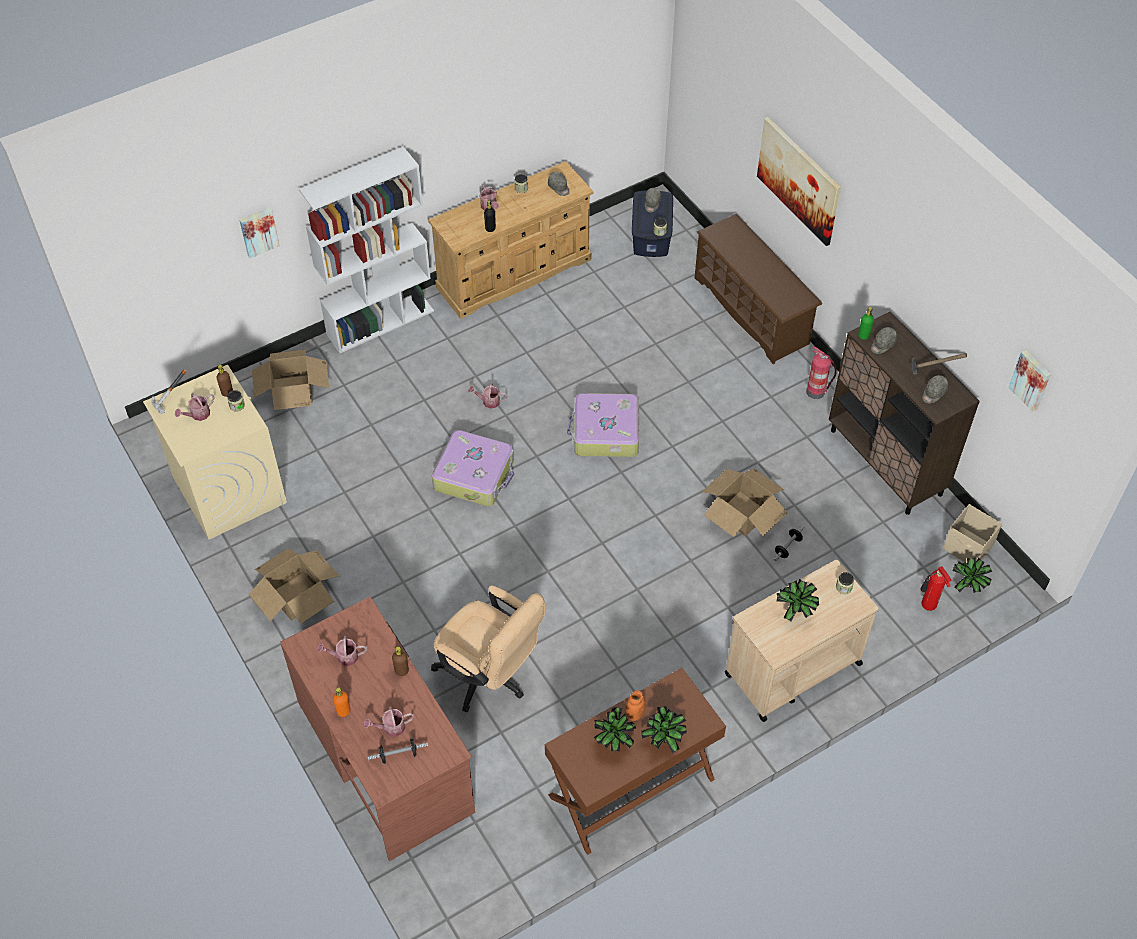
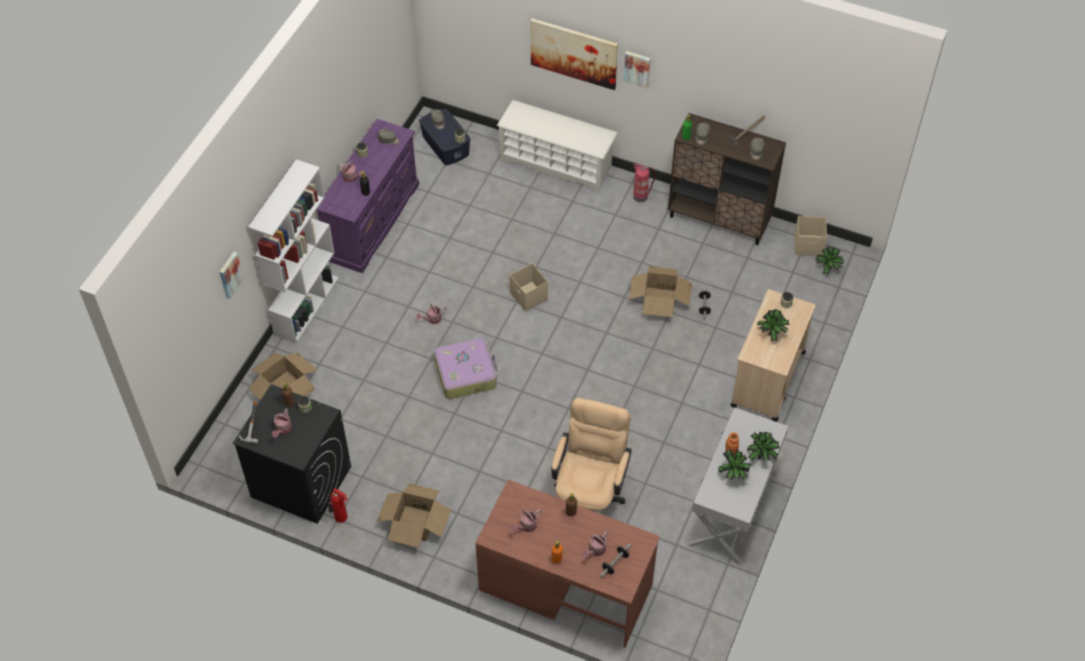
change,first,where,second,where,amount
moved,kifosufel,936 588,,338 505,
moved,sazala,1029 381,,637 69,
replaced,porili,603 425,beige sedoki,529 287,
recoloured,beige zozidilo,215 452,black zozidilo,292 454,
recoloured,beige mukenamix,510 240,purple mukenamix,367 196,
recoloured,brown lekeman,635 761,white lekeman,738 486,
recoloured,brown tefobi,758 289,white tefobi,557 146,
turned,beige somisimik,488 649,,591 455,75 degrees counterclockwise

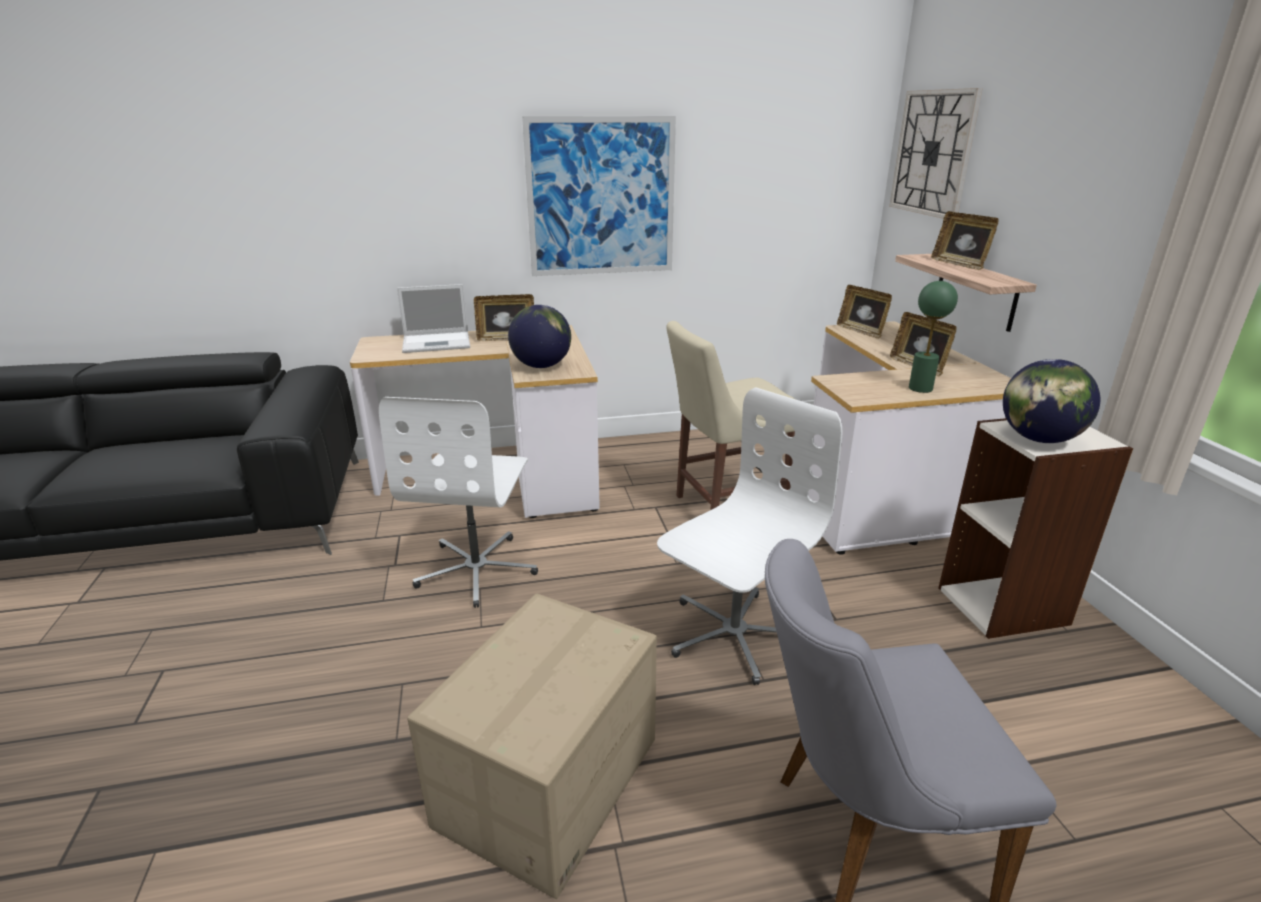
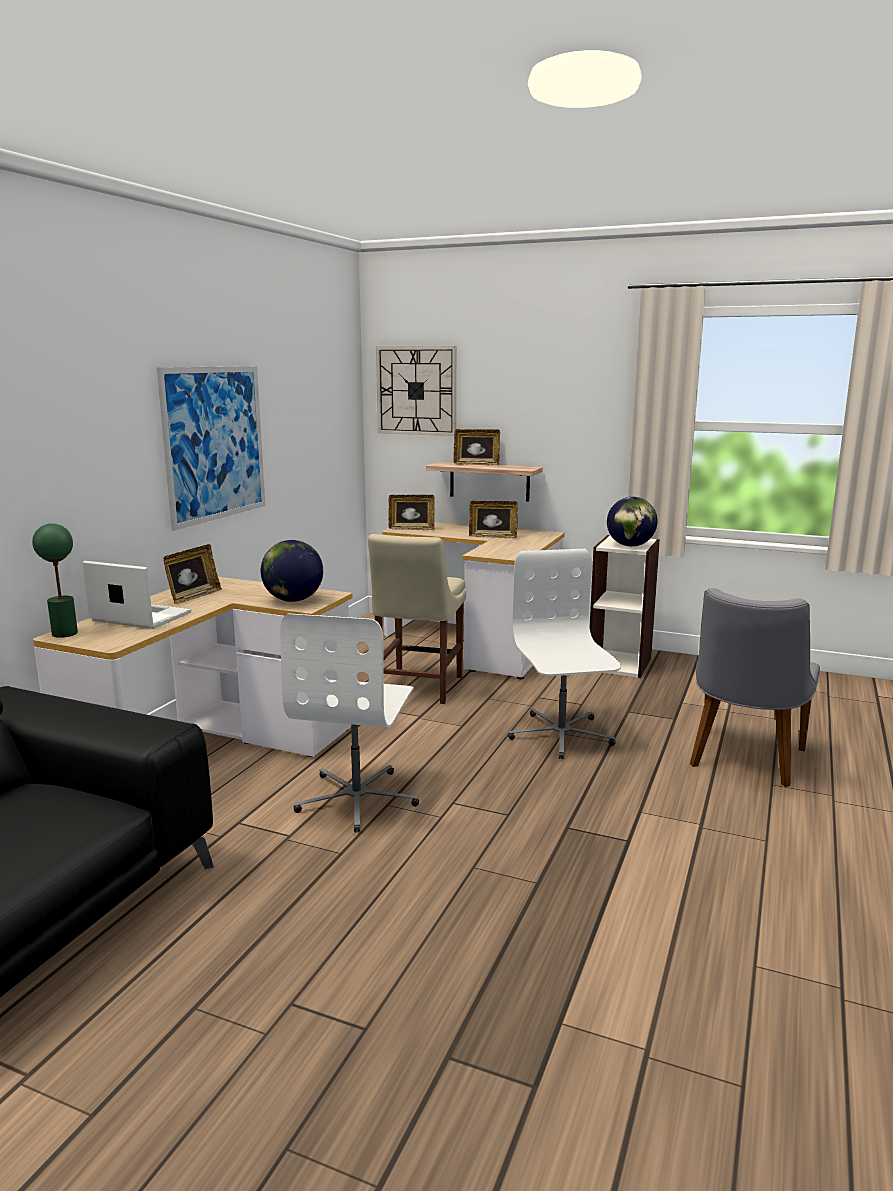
change,first,where,second,where,amount
removed,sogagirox,532 746,,,
moved,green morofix,933 337,,55 581,
turned,white somisimik,458 502,,349 723,60 degrees clockwise
turned,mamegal,433 318,,136 595,90 degrees counterclockwise

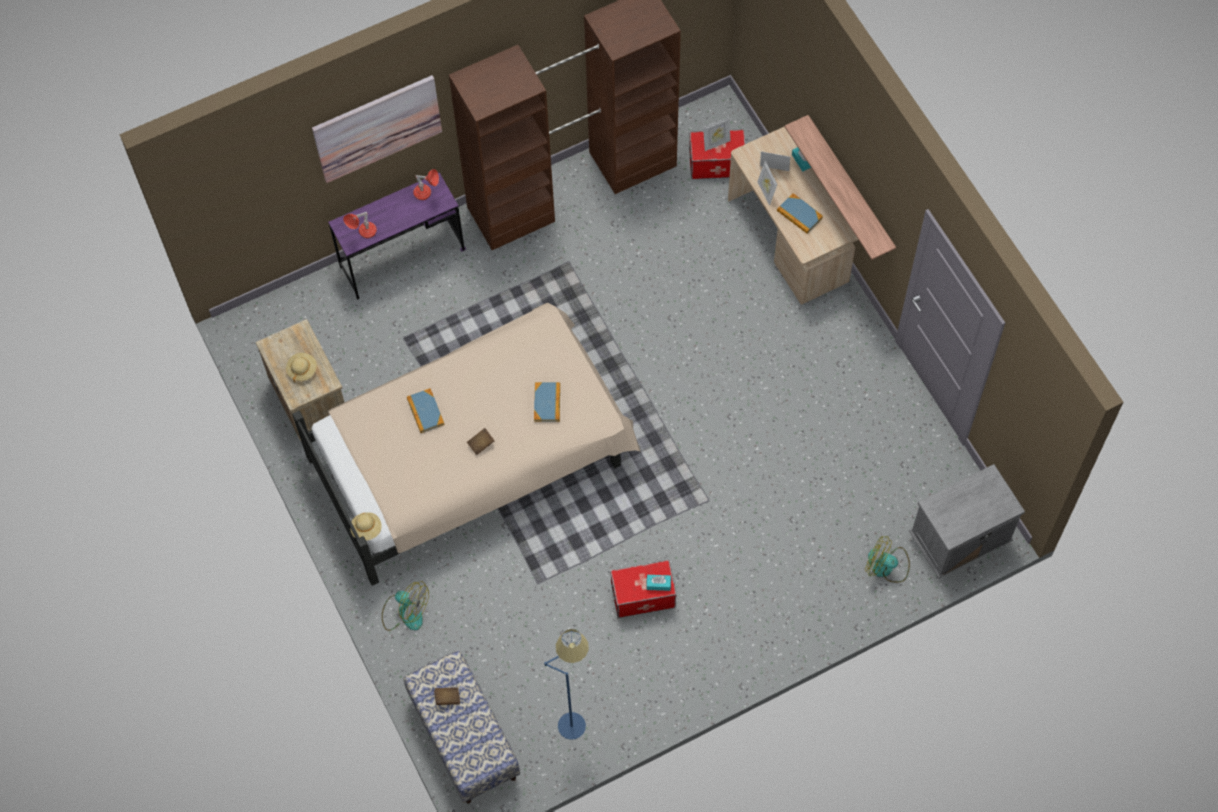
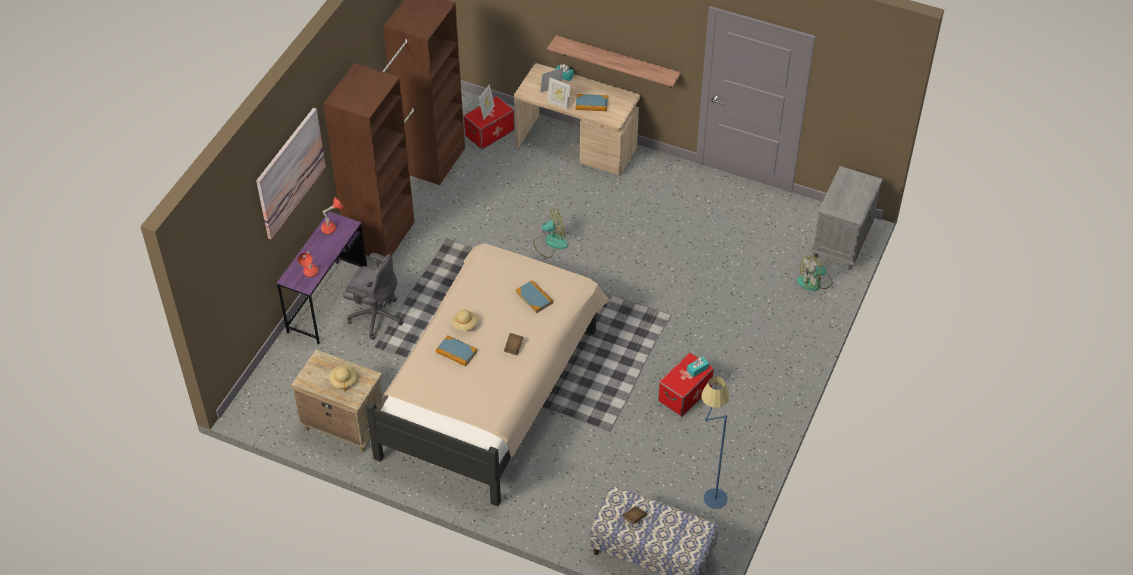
change,first,where,second,where,amount
added,,,grey somisimik,373 296,
moved,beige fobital,366 526,,465 320,
moved,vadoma,405 606,,550 232,

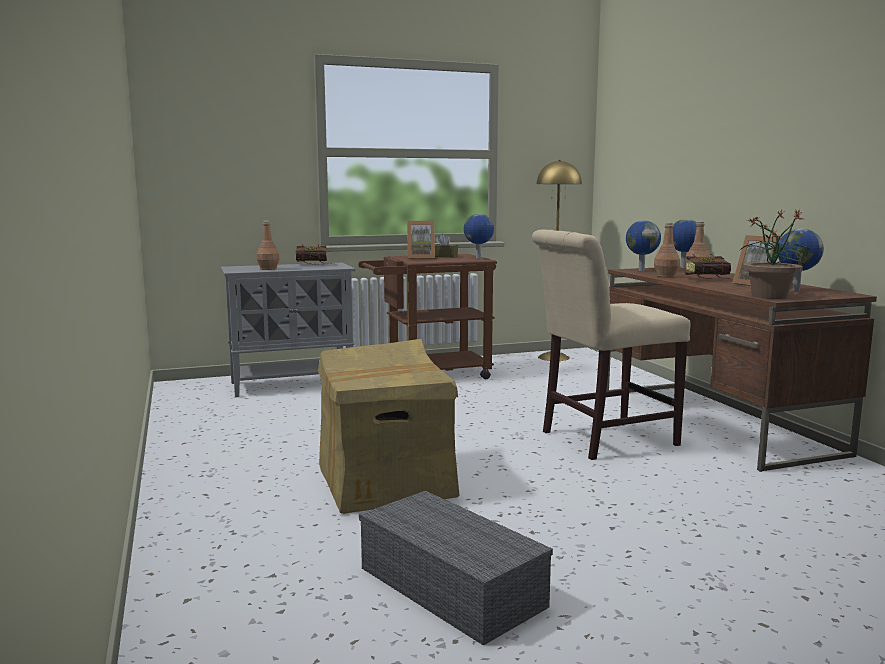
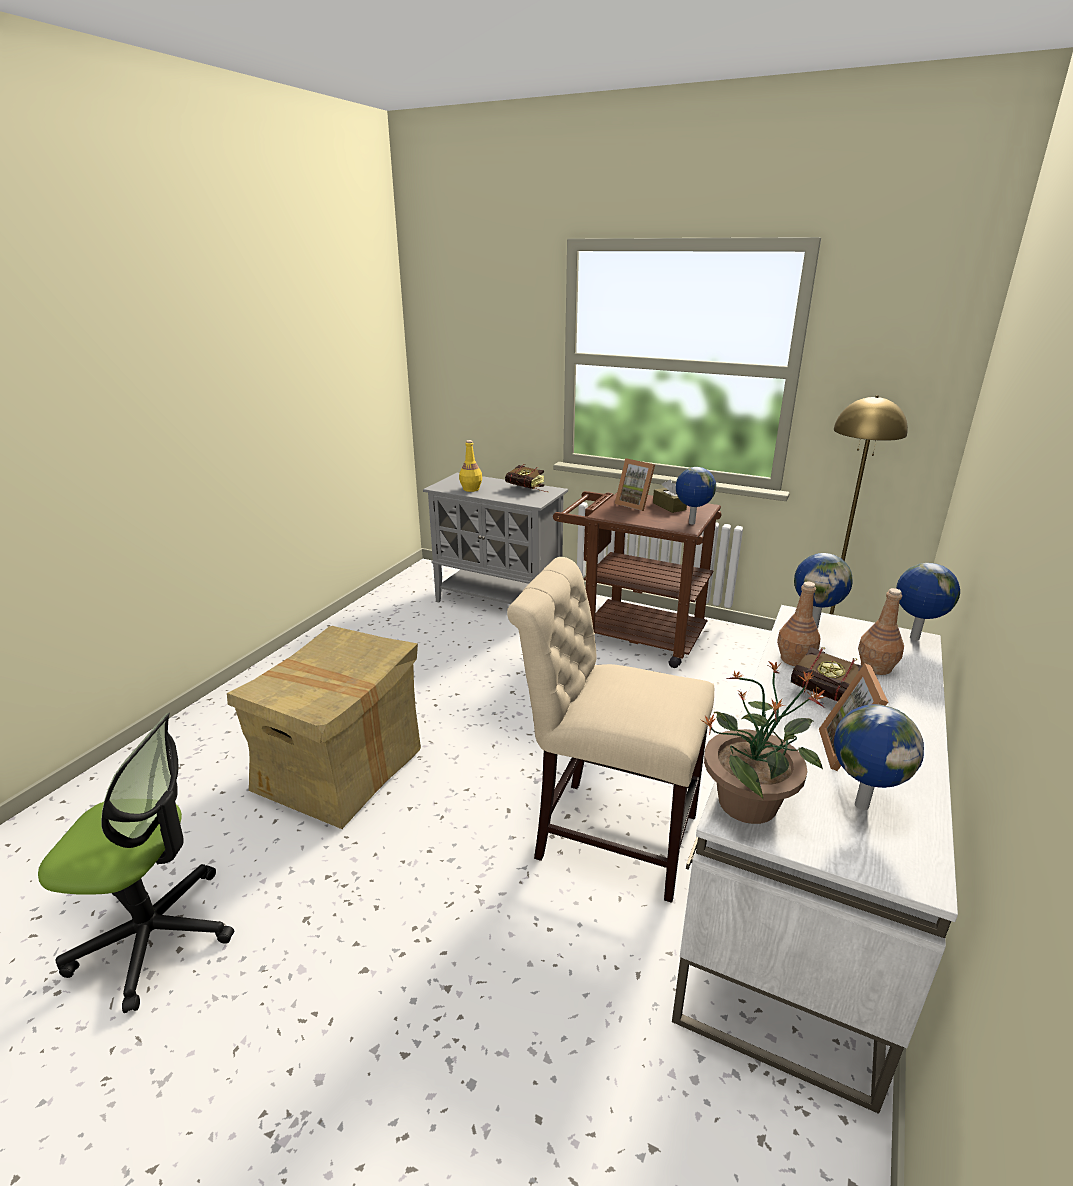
change,first,where,second,where,amount
replaced,grey sedoki,456 568,somisimik,136 863,
recoloured,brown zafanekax,268 245,yellow zafanekax,470 466,
recoloured,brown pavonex,741 369,white pavonex,815 859,

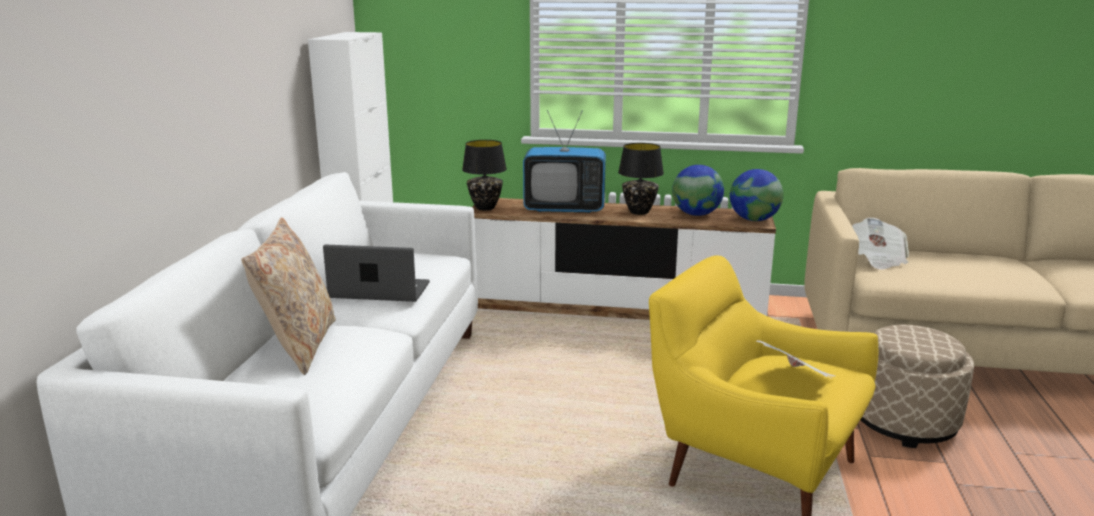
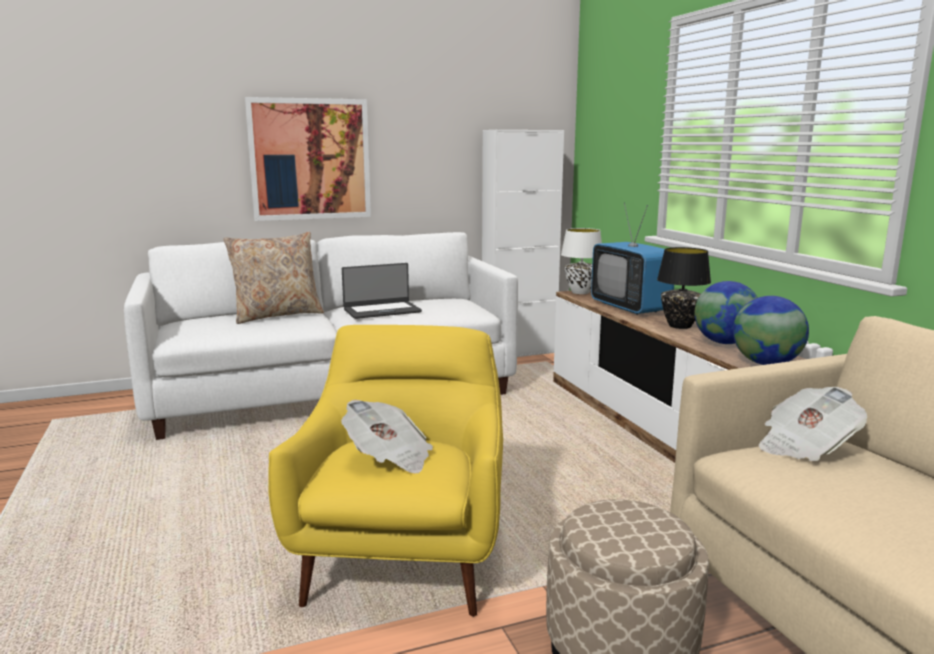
change,first,where,second,where,amount
added,,,sazala,308 159,
recoloured,black morofix,484 175,white morofix,581 261,
turned,mamegal,376 273,,382 291,90 degrees clockwise

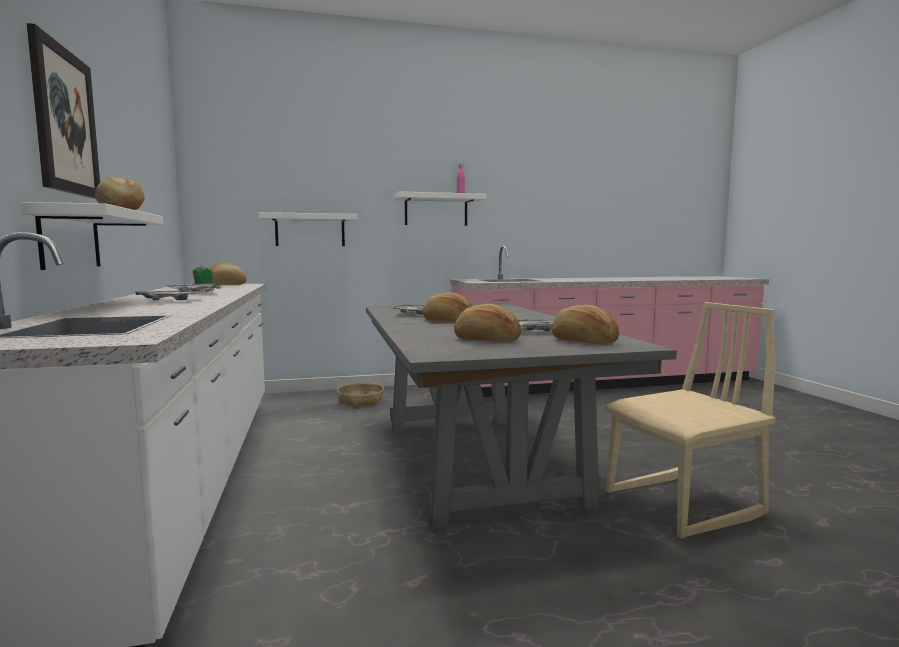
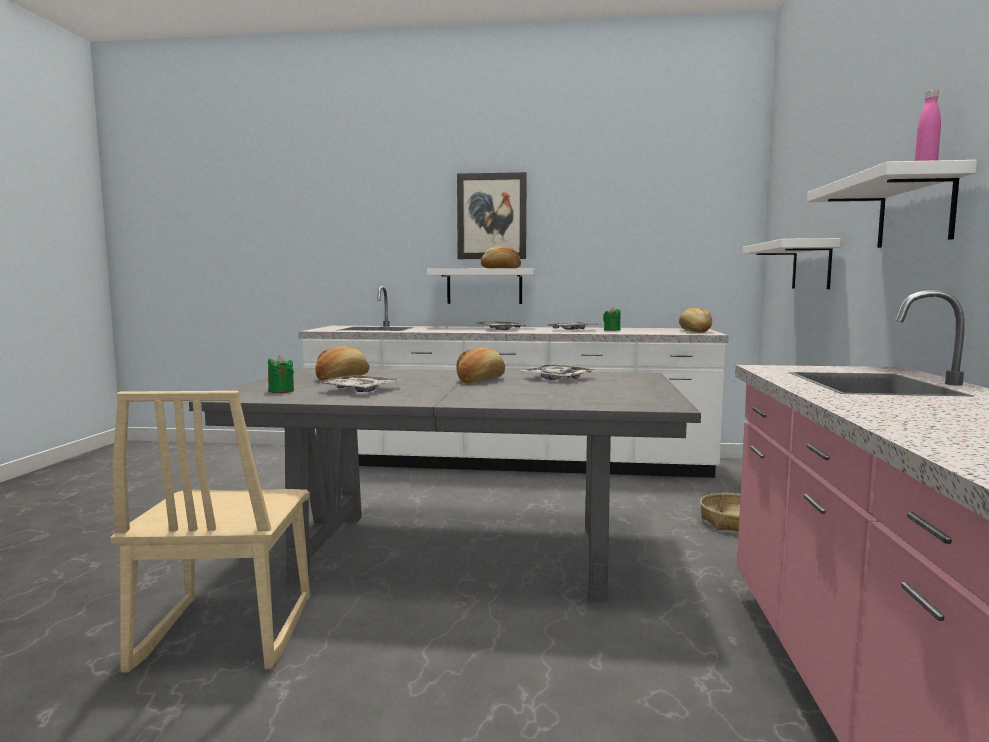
change,first,where,second,where,amount
replaced,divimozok,585 324,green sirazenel,281 374,

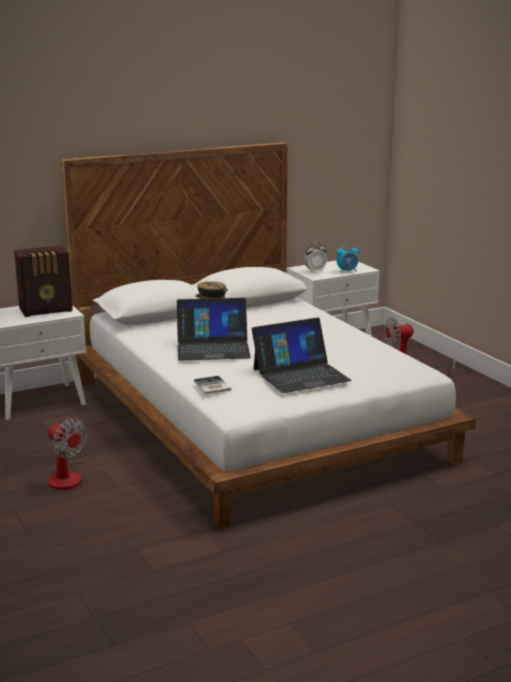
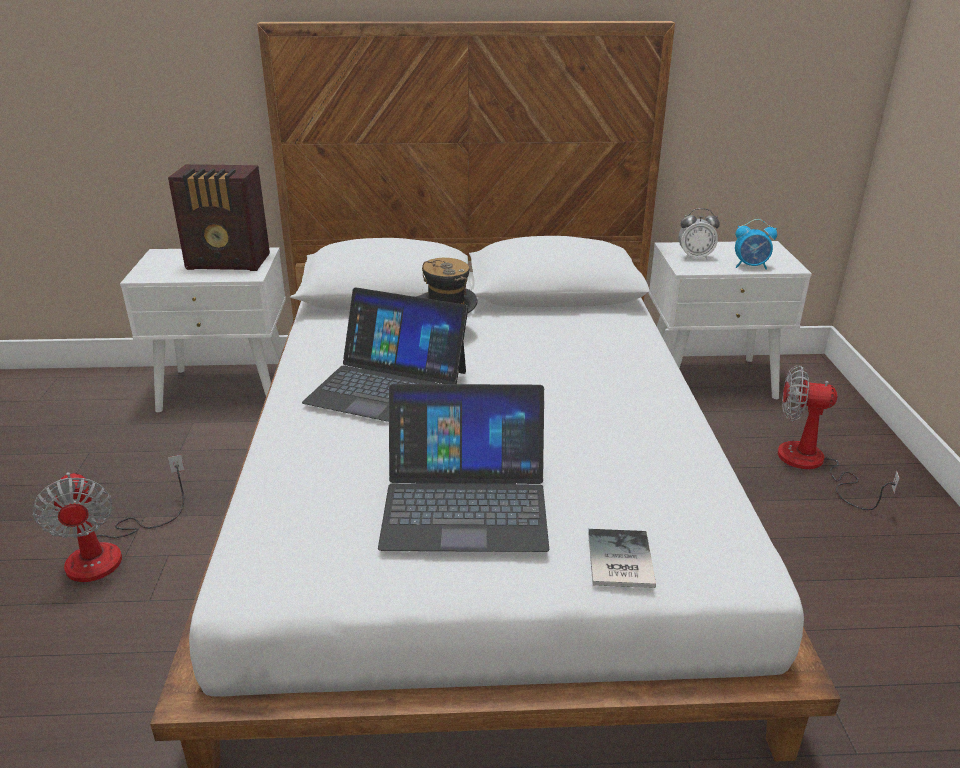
change,first,where,second,where,amount
moved,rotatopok,212 385,,622 558,

